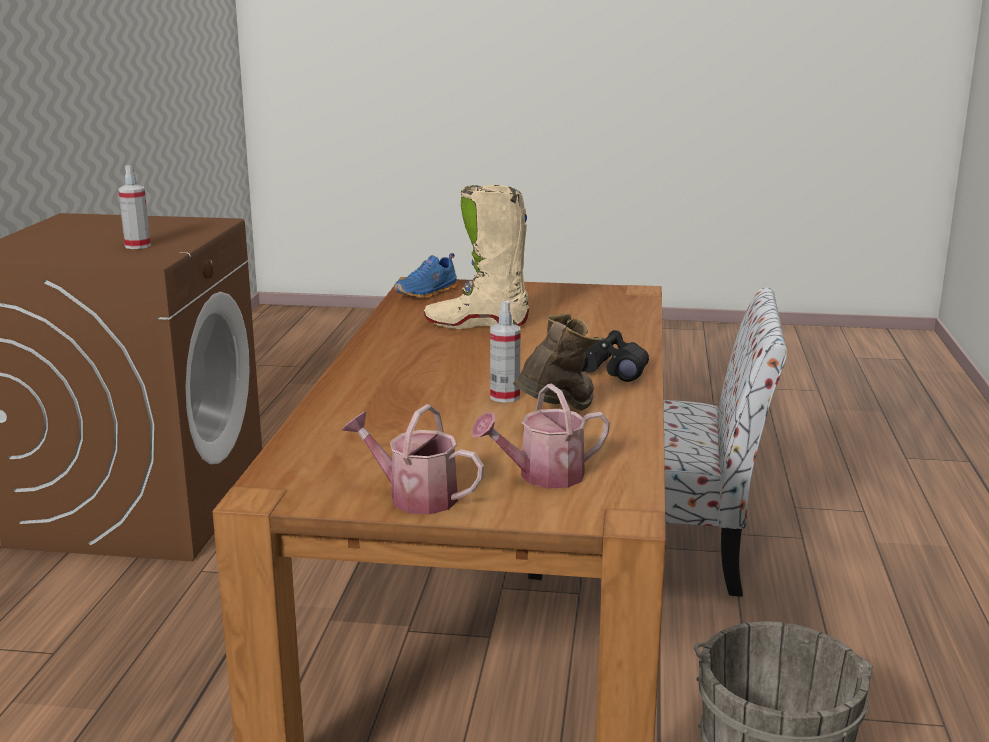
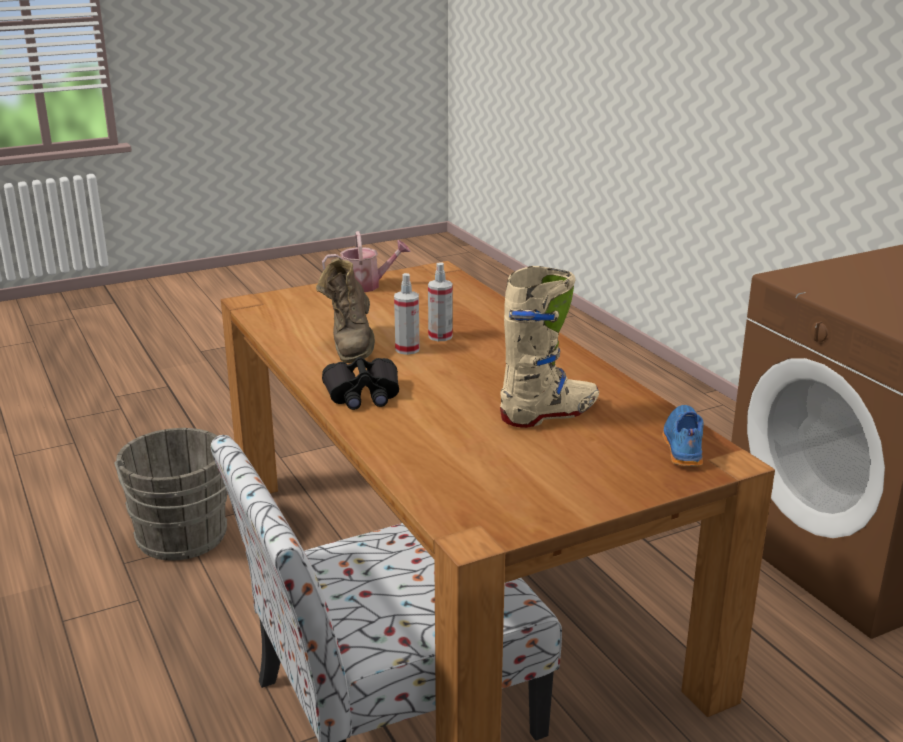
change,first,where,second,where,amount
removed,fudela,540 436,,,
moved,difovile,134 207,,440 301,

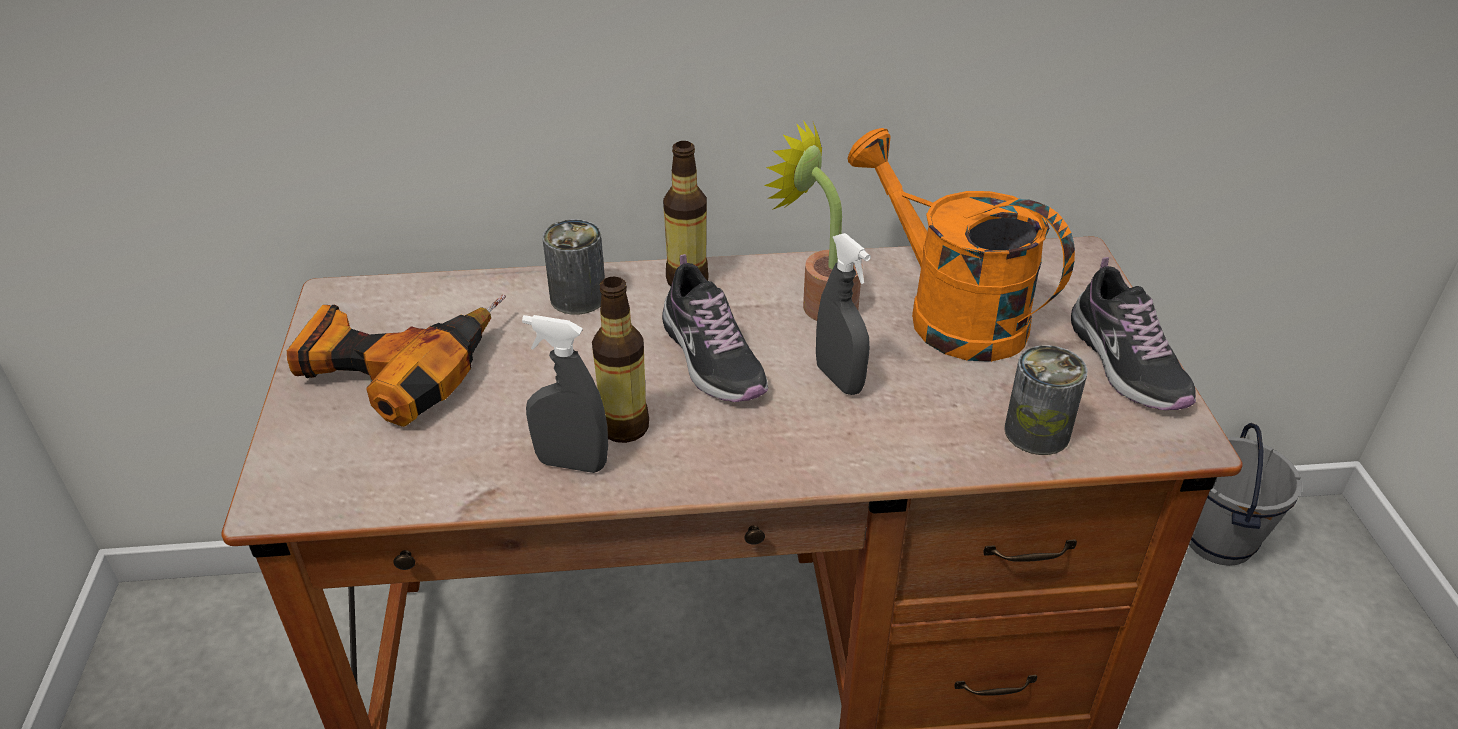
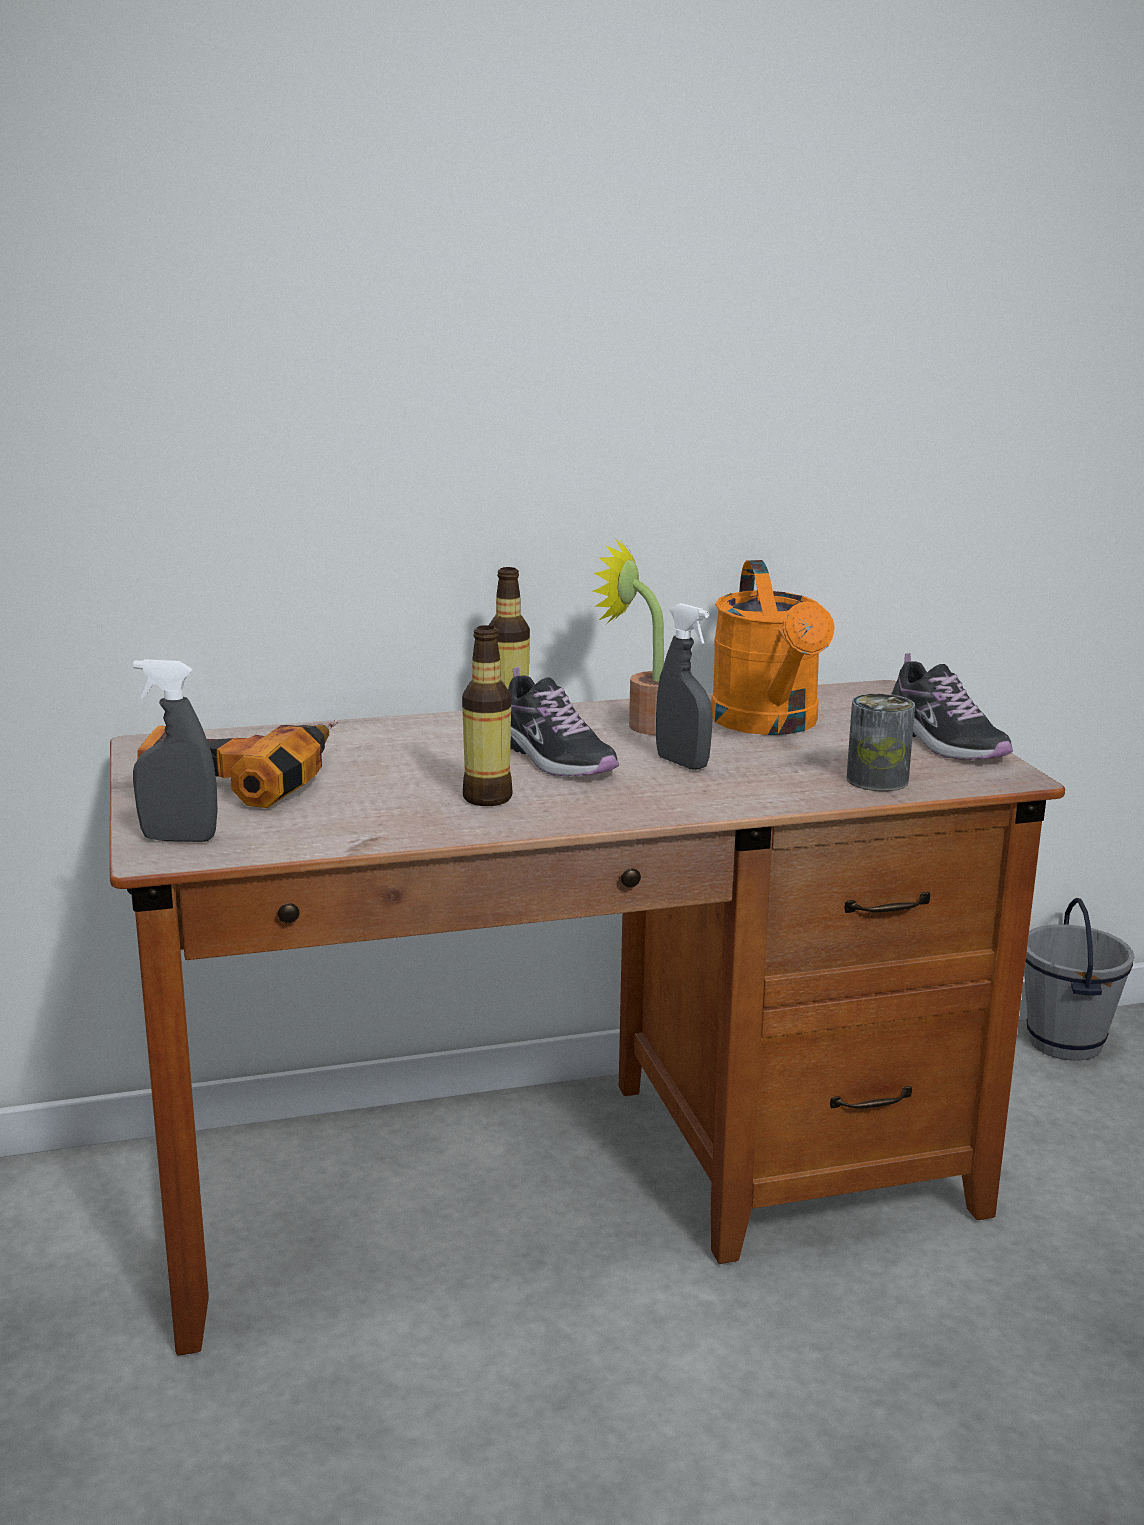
change,first,where,second,where,amount
removed,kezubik,573 267,,,
moved,grey difovile,565 394,,175 750,
turned,orange fudela,961 245,,773 647,135 degrees counterclockwise

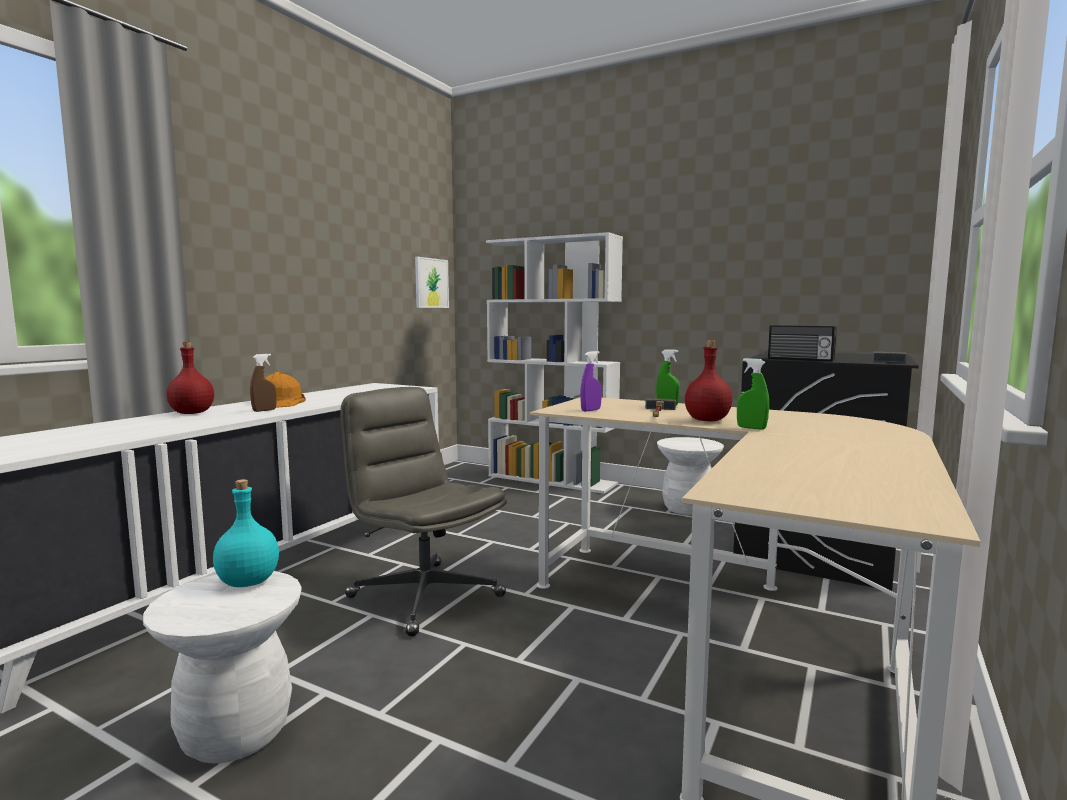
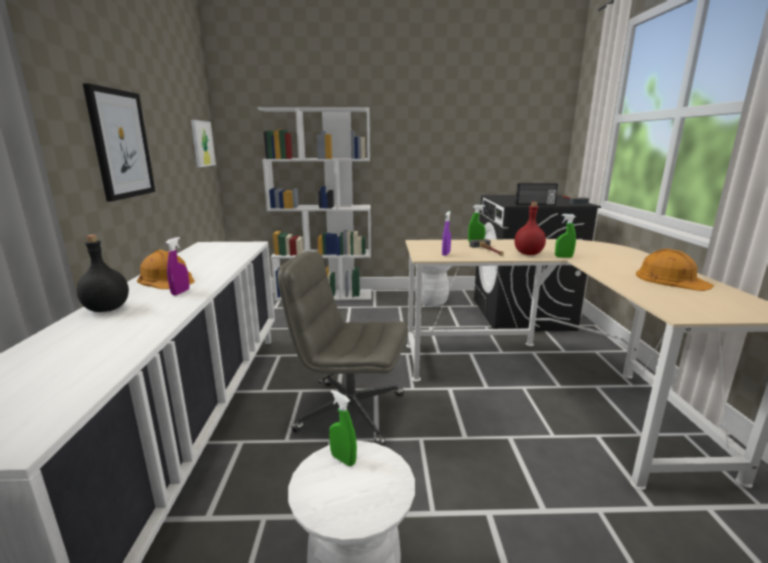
change,first,where,second,where,amount
added,,,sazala,119 142,
added,,,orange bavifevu,675 270,
replaced,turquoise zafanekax,246 533,green difovile,343 428,
recoloured,red zafanekax,190 378,black zafanekax,102 273,
recoloured,brown difovile,263 383,purple difovile,178 266,

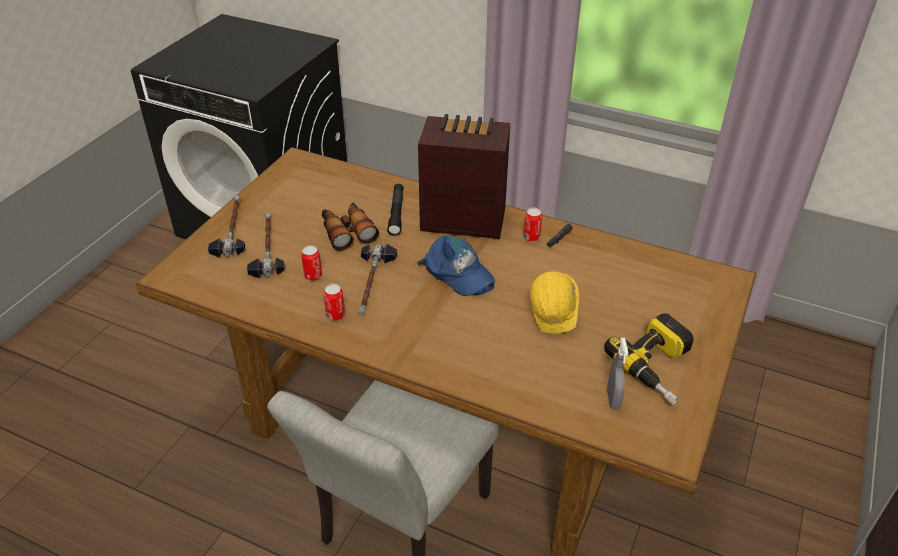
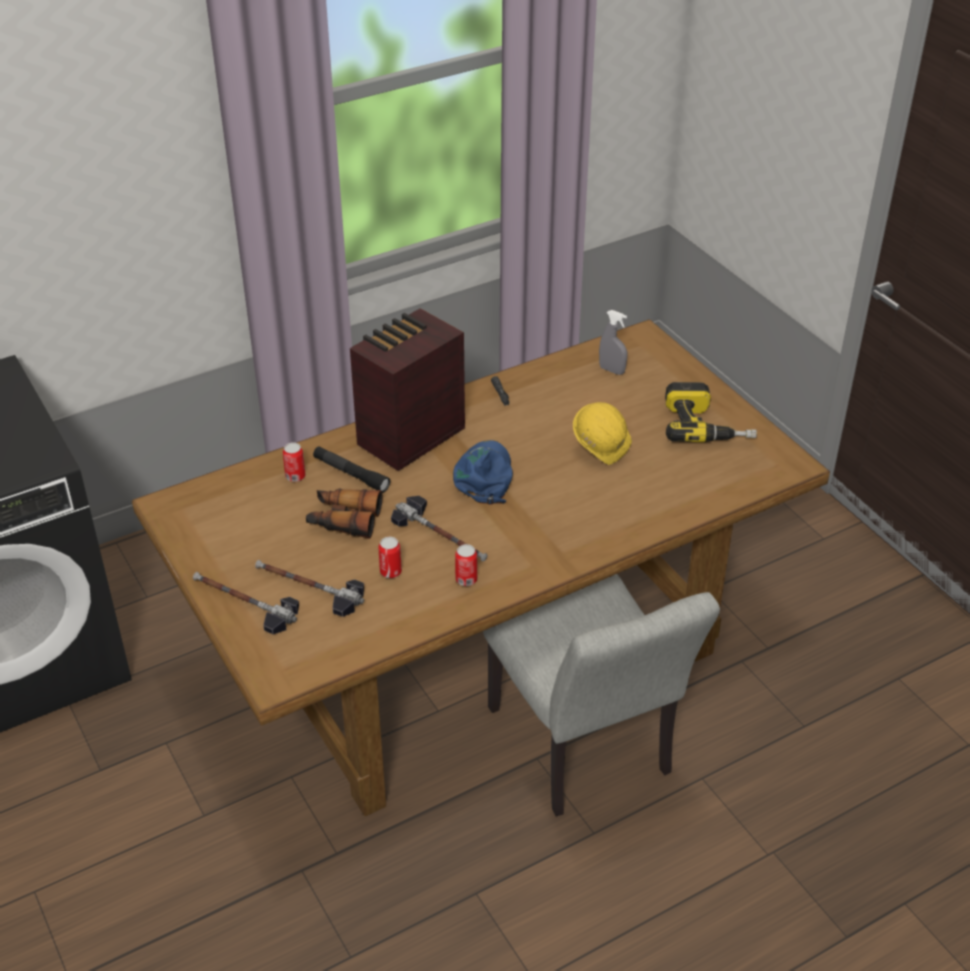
change,first,where,second,where,amount
moved,kezubik,532 224,,294 462,
moved,grey difovile,617 374,,613 342,
turned,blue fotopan,456 265,,483 472,75 degrees counterclockwise

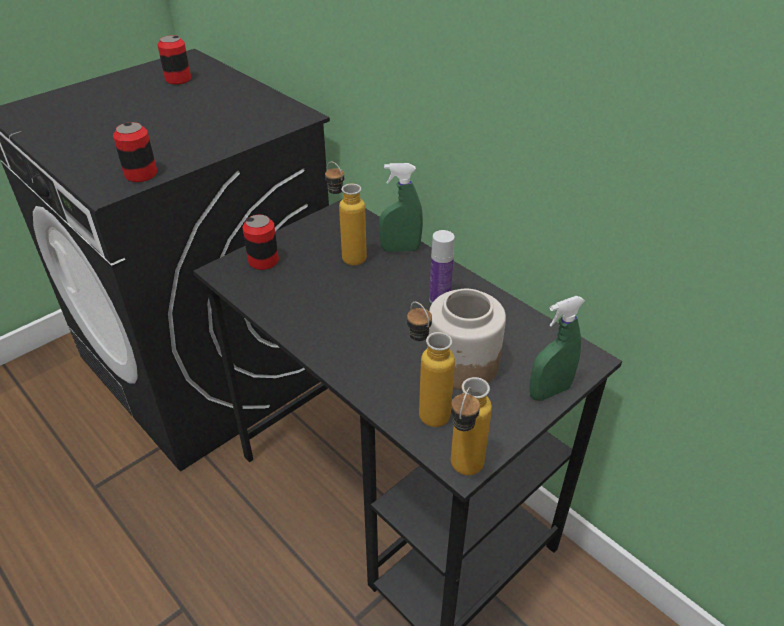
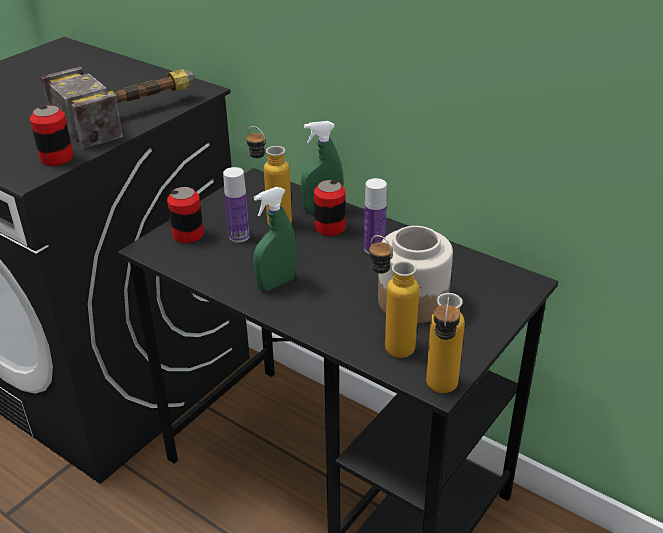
change,first,where,second,where,amount
added,,,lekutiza,118 108,
added,,,zafanekax,236 204,
moved,kezubik,174 60,,330 208,
moved,green difovile,557 348,,274 239,

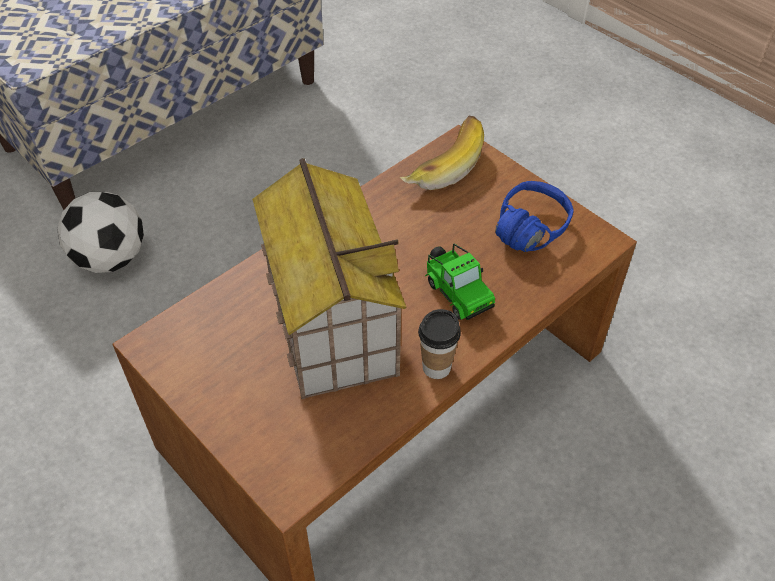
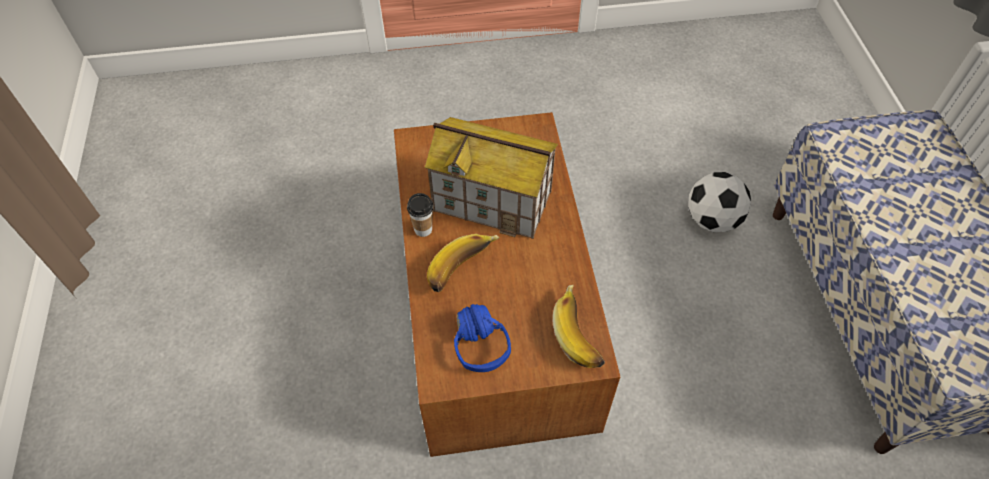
change,first,where,second,where,amount
replaced,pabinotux,460 282,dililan,463 263,

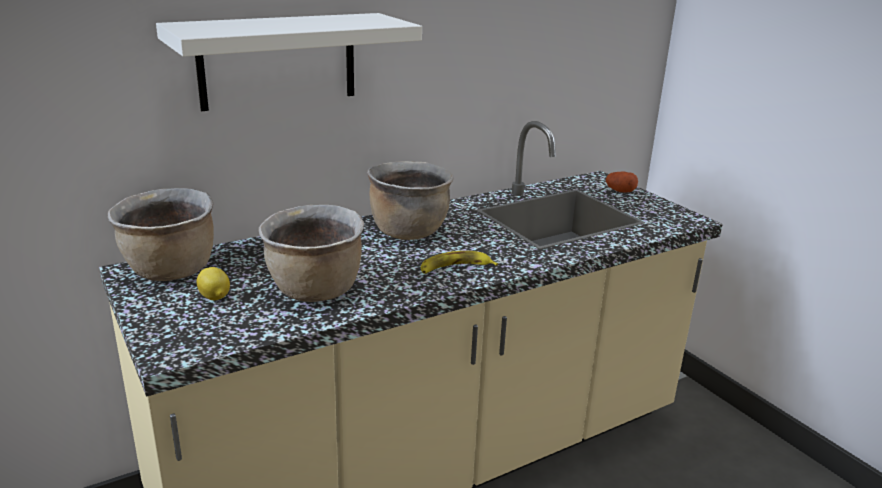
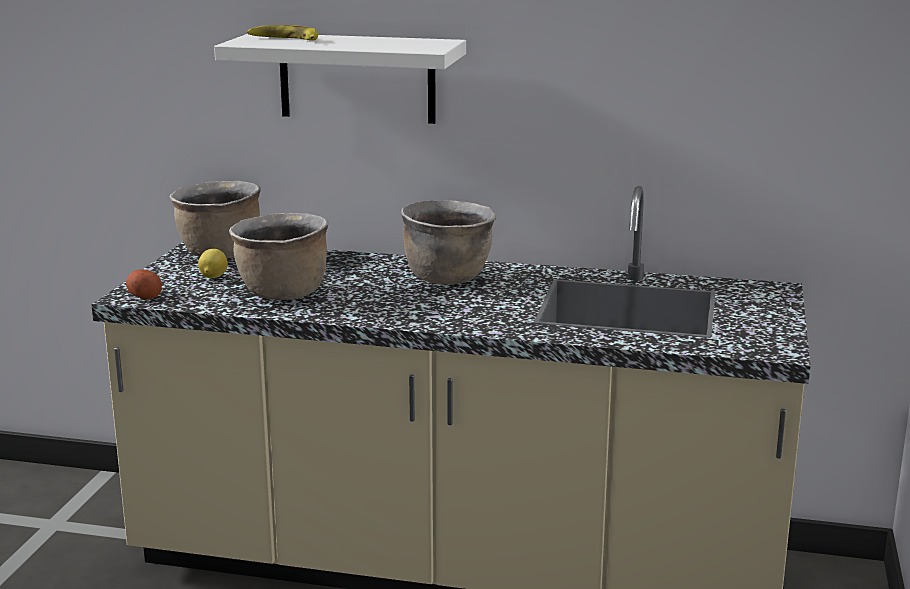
change,first,where,second,where,amount
moved,dililan,459 262,,282 33,
moved,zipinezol,622 181,,144 284,

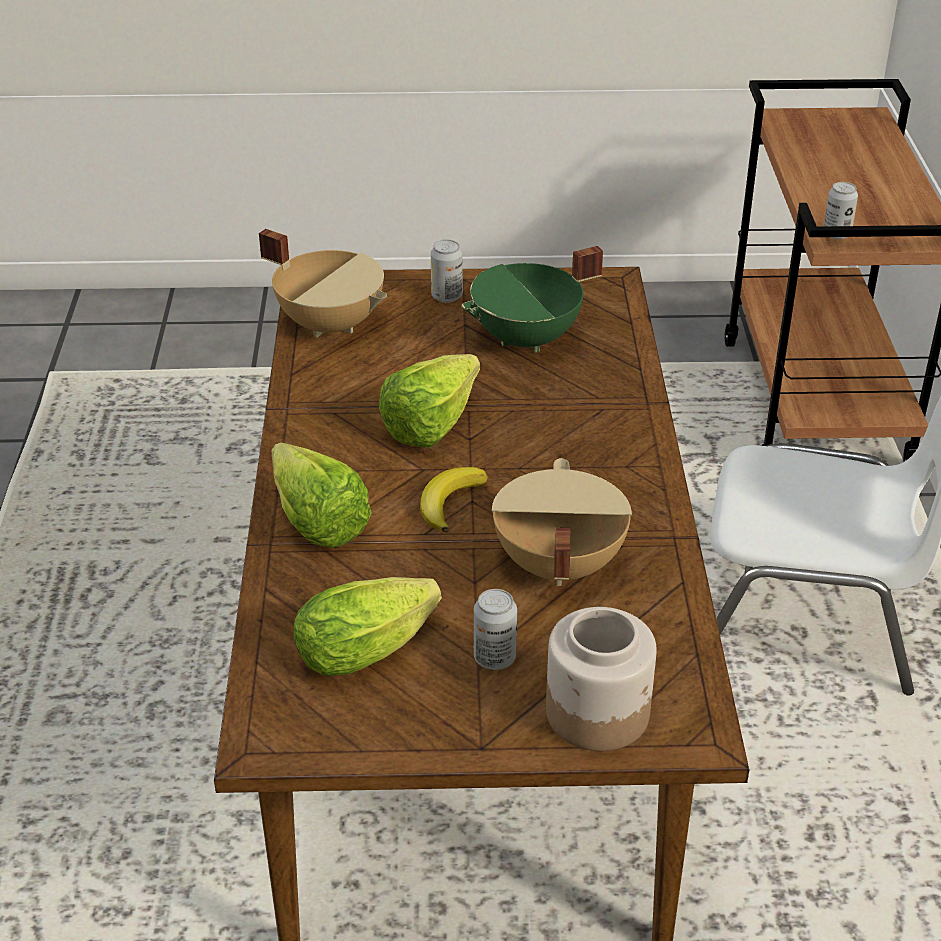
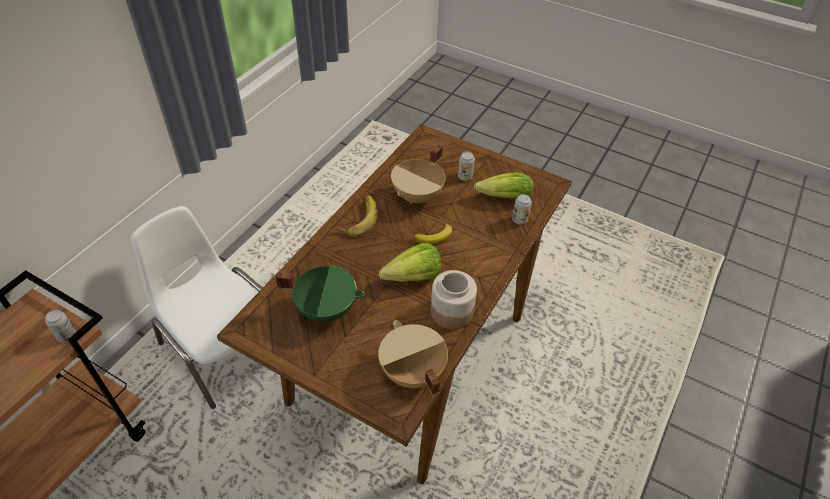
change,first,where,second,where,amount
removed,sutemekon,322 495,,,
added,,,dililan,357 216,
moved,kezubik,447 271,,522 209,
moved,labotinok,601 679,,454 299,

